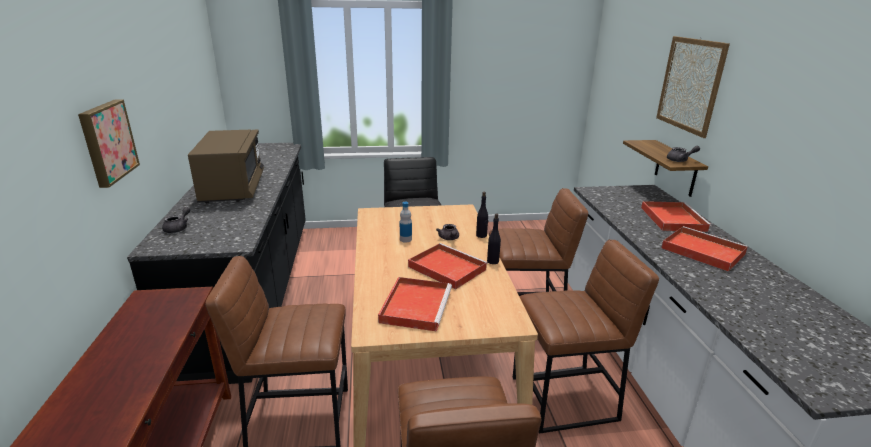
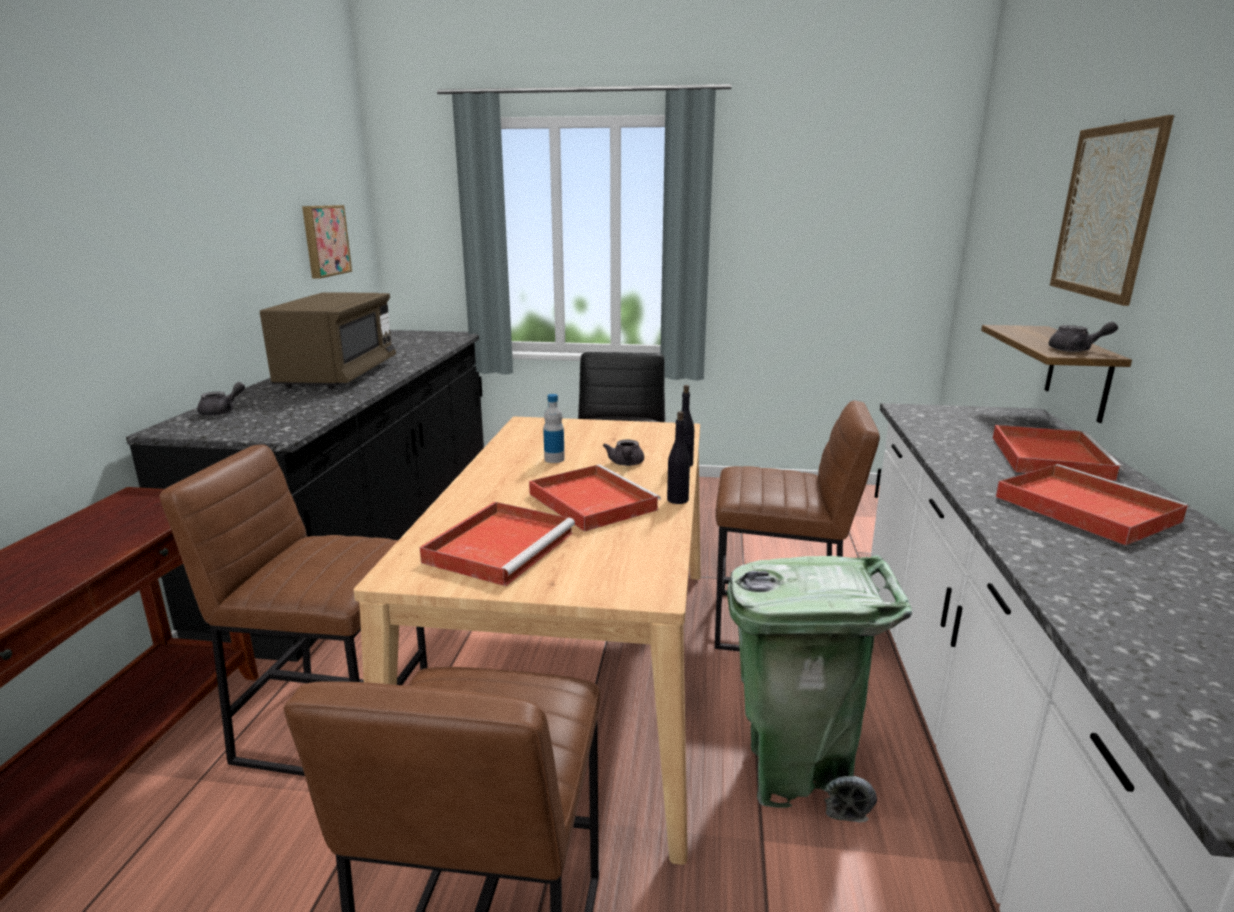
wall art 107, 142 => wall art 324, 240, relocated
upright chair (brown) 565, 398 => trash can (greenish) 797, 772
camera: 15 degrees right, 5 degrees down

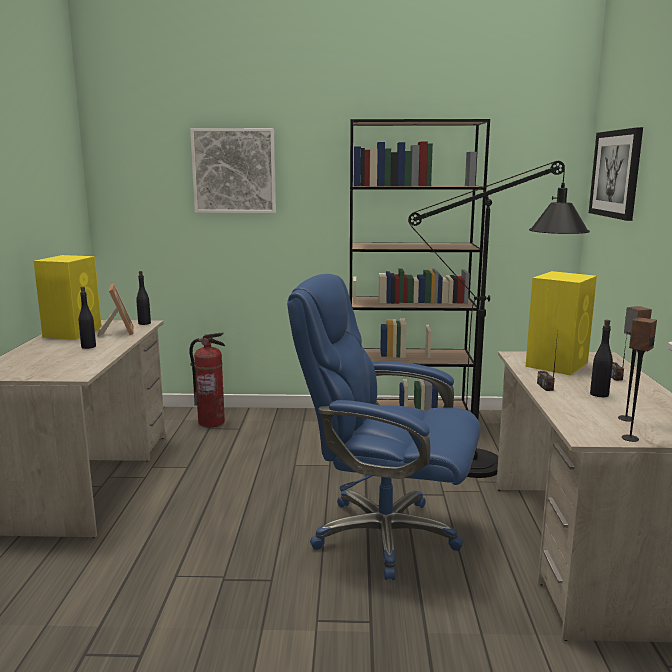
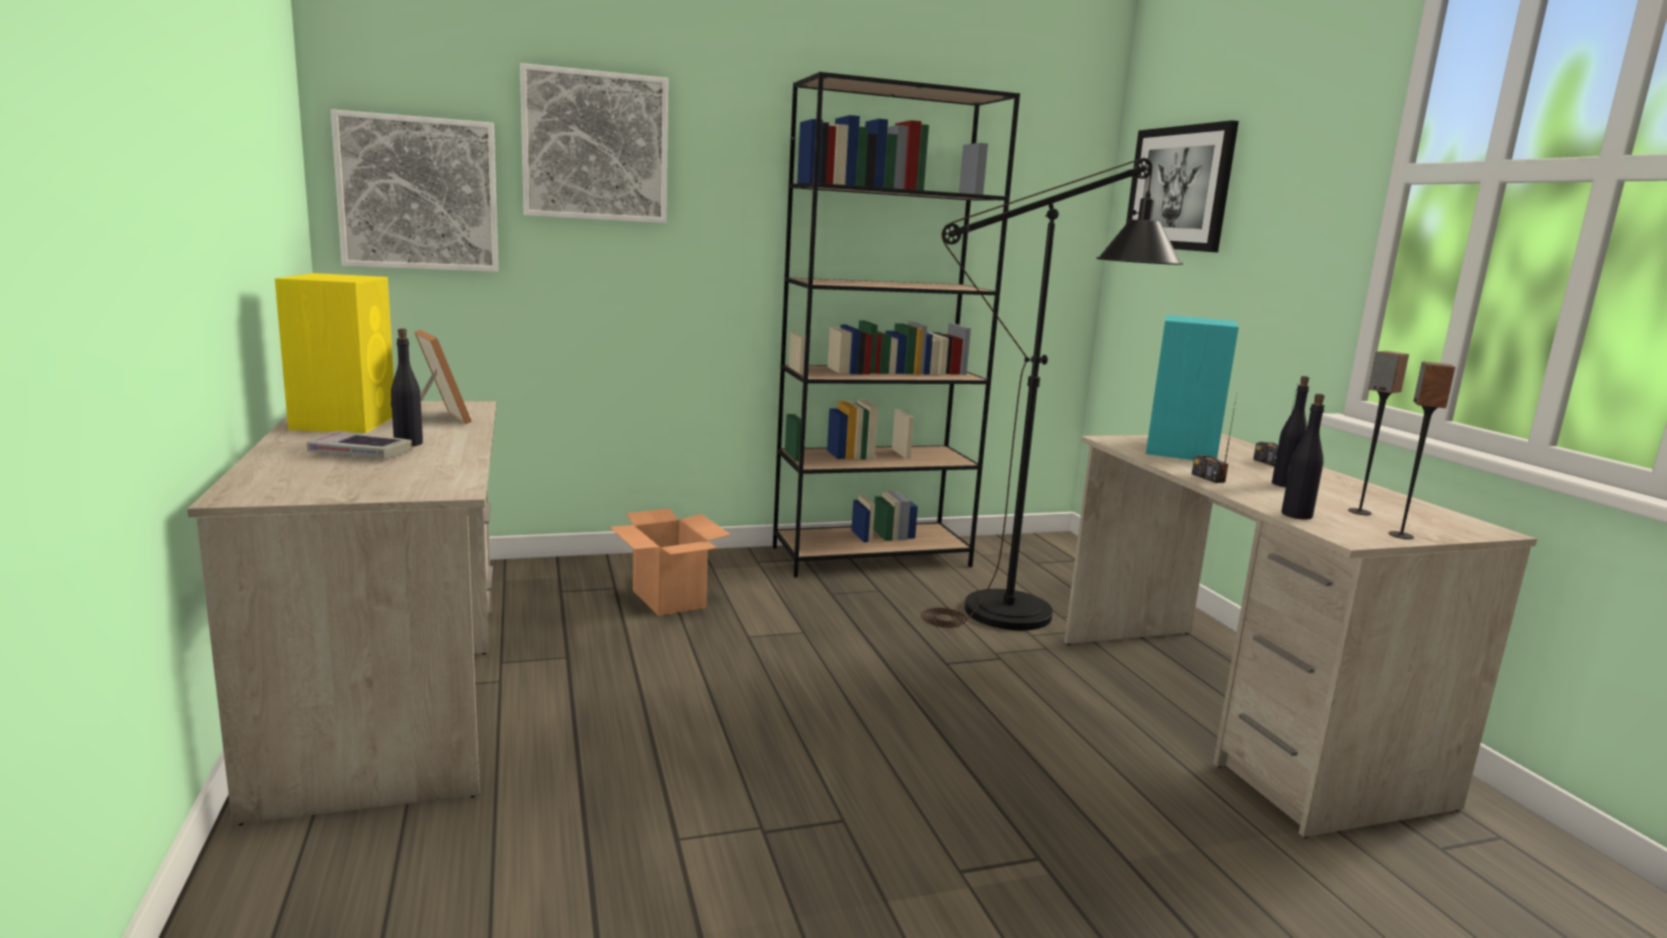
fire-fighting cylinder 211, 422 => nothing
computer chair (bluish) 388, 536 => nothing
nothing => volume 360, 453
nothing => wall art 419, 194
nothing => cardboard box 669, 599
drink bottle (black-coloured) 144, 323 => drink bottle (black-coloured) 1296, 515, relocated
loudspeaker (yellow-coloured) 557, 364 => loudspeaker (turquoise-coloured) 1180, 450
camera: 20 degrees left, 0 degrees up

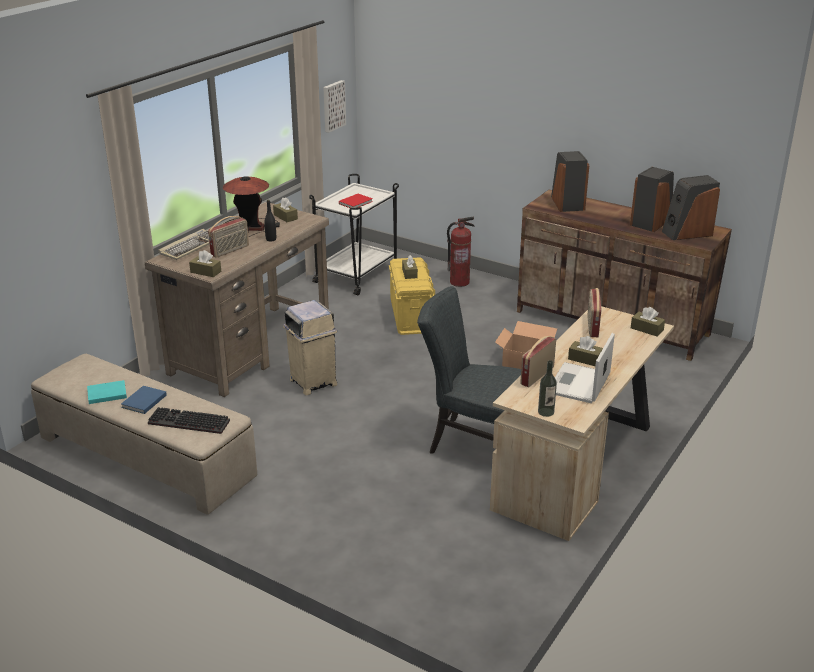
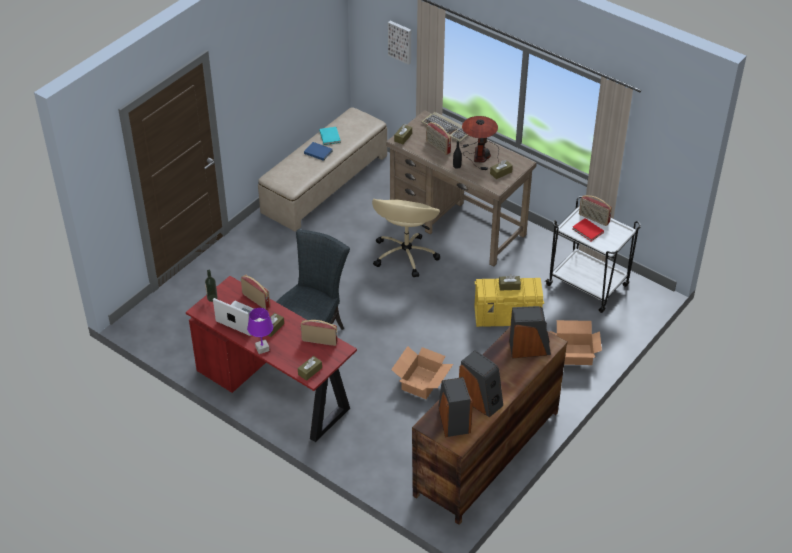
keyboard 187, 423 => nothing
nothing => table lamp (purple) 262, 349
nothing => radio receiver 593, 219
wall art 333, 106 => wall art 400, 41, relocated
trash can (sand-coloured) 313, 382 => computer chair (sand-coloured) 405, 257
fire-fighting cylinder 459, 282 => cardboard box 574, 355
desk (sand-coloured) 579, 464 => desk (reddish) 275, 390
camera: 95 degrees right, 15 degrees up

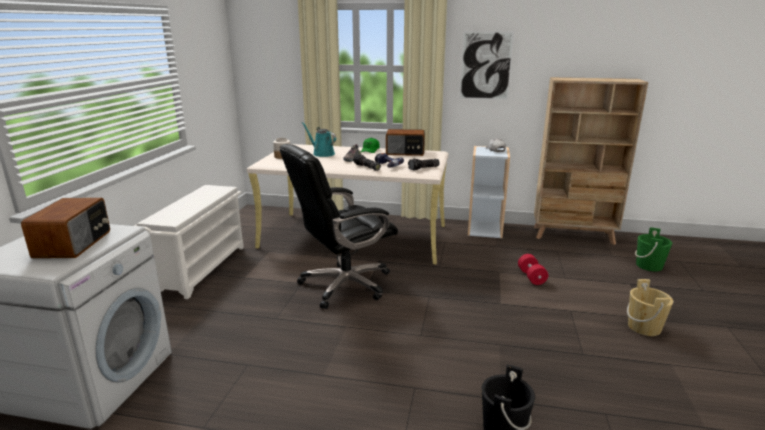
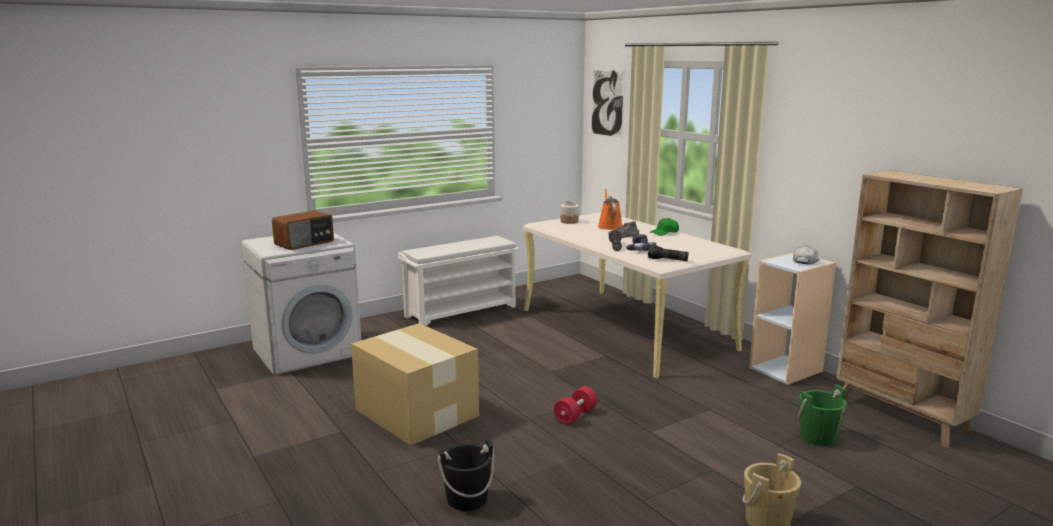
computer chair (black-coloured) 344, 285 => nothing
radio receiver 405, 152 => nothing
nothing => cardboard box 416, 412
wall art 485, 65 => wall art 607, 102, relocated
dumbbell (reddish) 531, 277 => dumbbell (reddish) 575, 415, relocated
water bucket (greenish) 649, 266 => water bucket (greenish) 818, 437, relocated
watering can (turquoise-coloured) 322, 154 => watering can (orange-coloured) 609, 226
camera: 45 degrees right, 5 degrees down

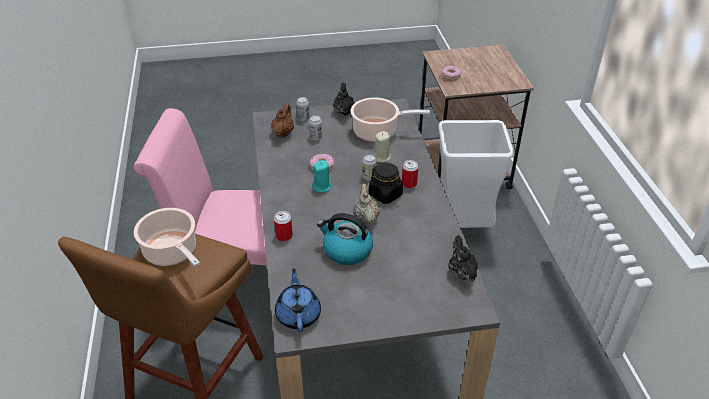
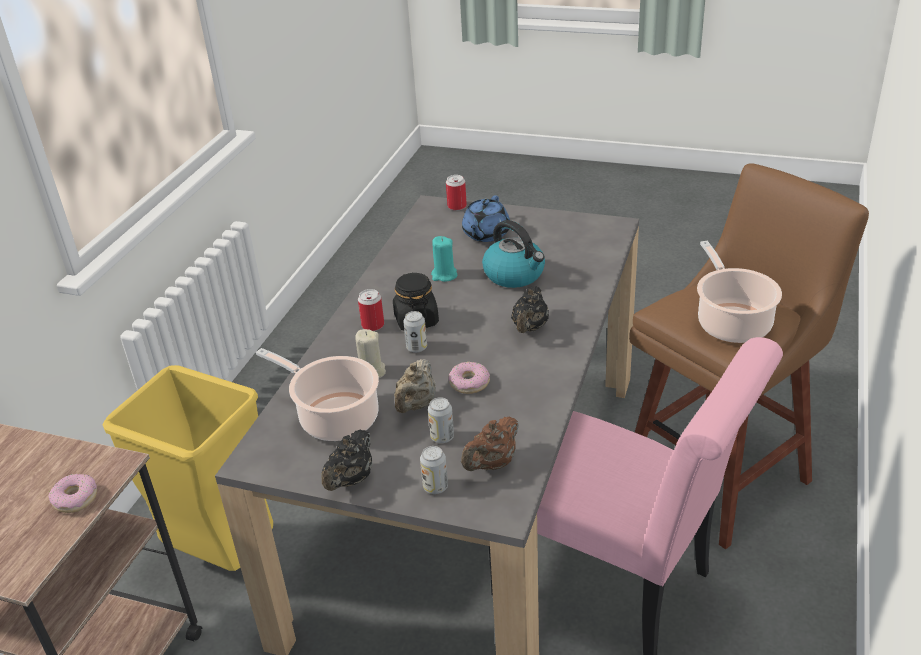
metal can 284, 236 => metal can 457, 206, relocated
tea pot (bluish) 298, 314 => tea pot (bluish) 485, 234, relocated
candle (turquoise-coloured) 322, 187 => candle (turquoise-coloured) 444, 275, relocated
tea pot (sand-coloured) 365, 218 => tea pot (sand-coloured) 416, 405, relocated
tea pot (black-coloured) 461, 272 => tea pot (black-coloured) 529, 328, relocated
trash can (white-coloured) 461, 228 => trash can (yellow-coloured) 224, 556
camera: 150 degrees left, 5 degrees down

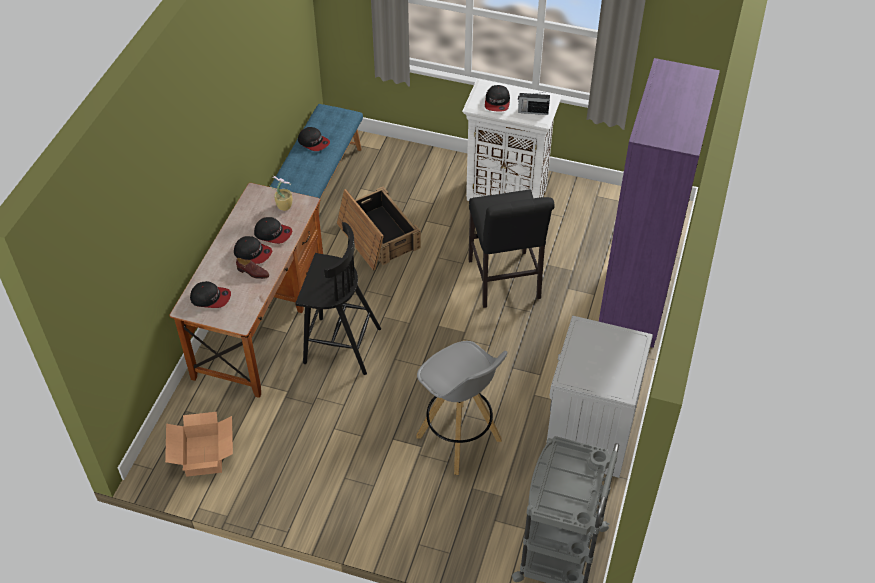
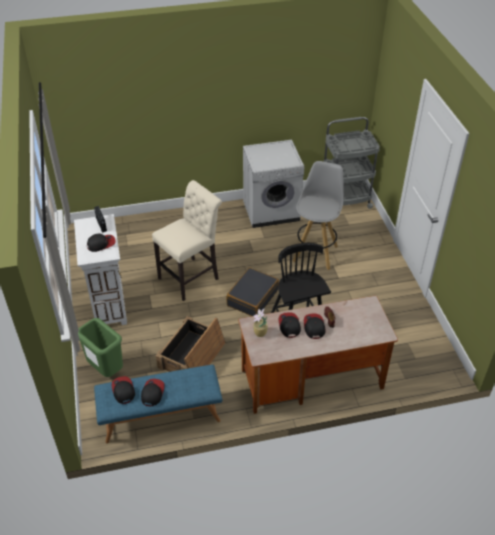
cardboard box 204, 454 => nothing
bookcase (purple) 635, 300 => nothing
nothing => trash can (greenish) 105, 370
nothing => piece of luggage (black-coloured) 252, 297
peaked cap 211, 298 => peaked cap 123, 390, relocated
stool seat (black-coloured) 504, 283 => stool seat (sand-coloured) 191, 277
camera: 120 degrees left, 5 degrees down

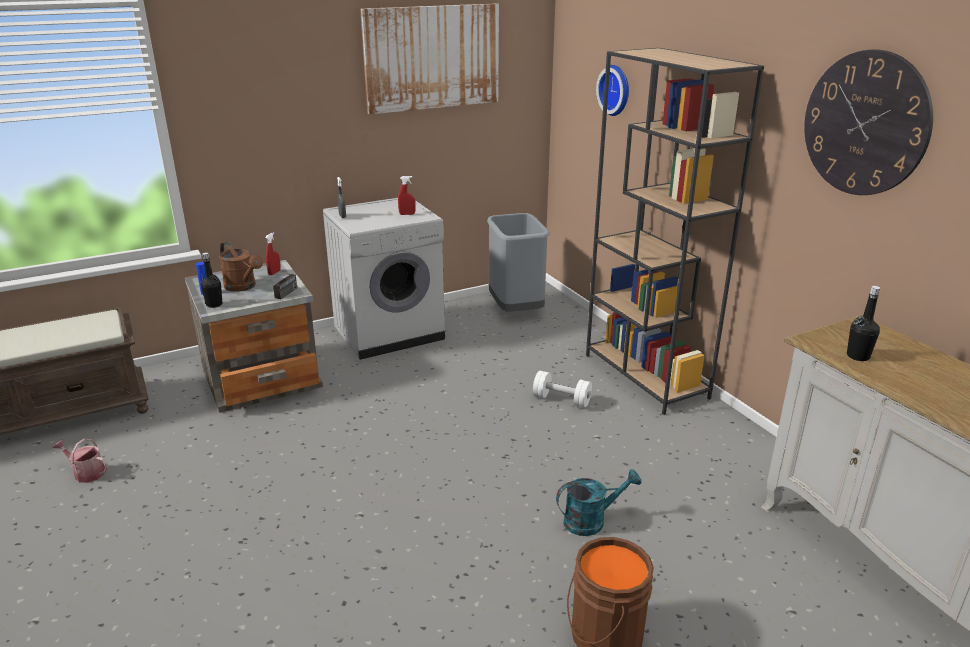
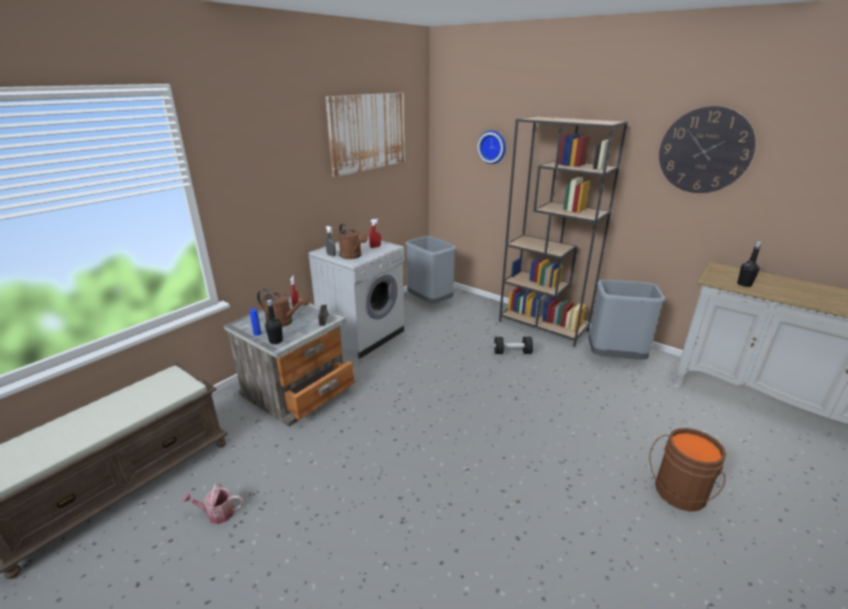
watering can (turquoise-coloured) 591, 520 => nothing
nothing => watering can (brown) 353, 256
nothing => trash can (gray) 615, 357
dumbbell (white-coloured) 561, 399 => dumbbell (black-coloured) 512, 352
camera: 25 degrees left, 0 degrees up

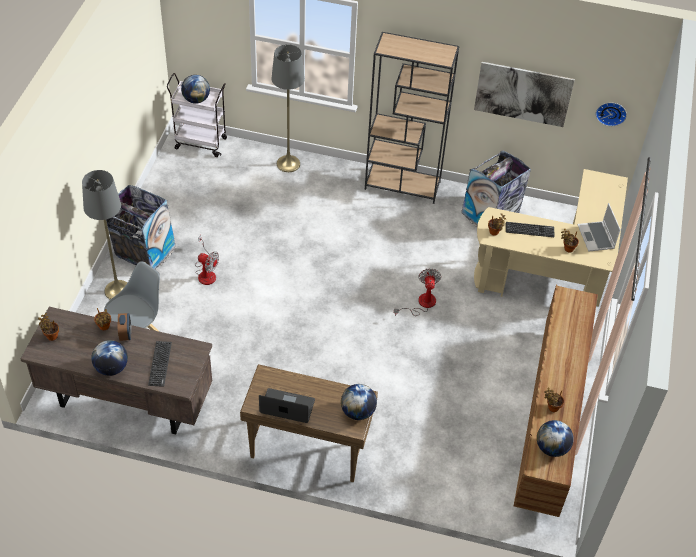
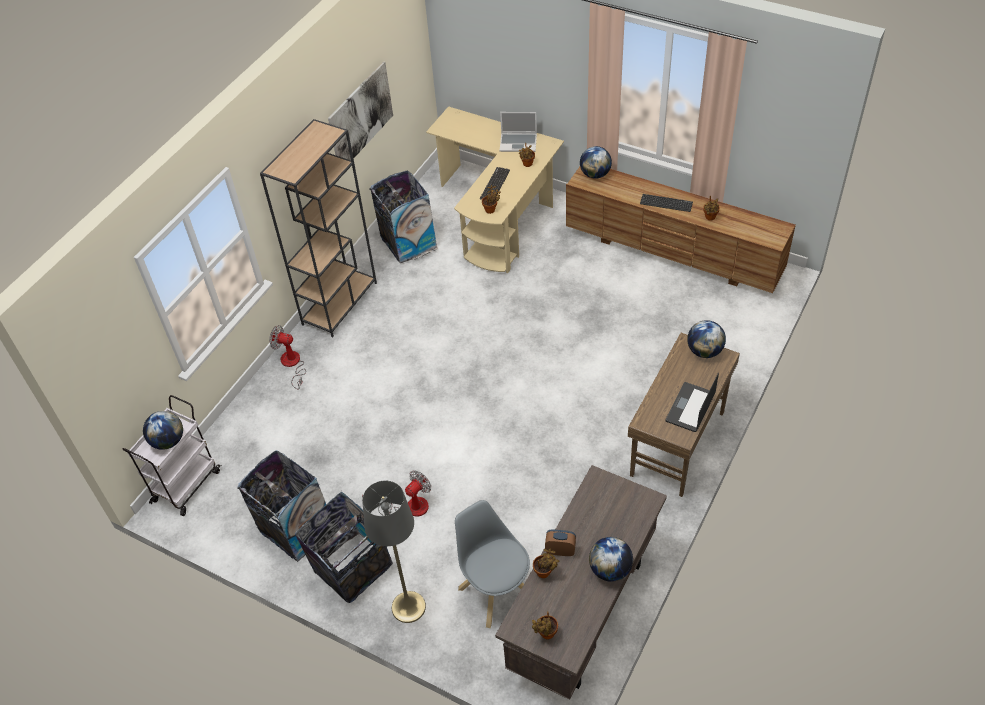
floor lamp (gray) 288, 163 => nothing
clock on the wall 611, 112 => nothing
nothing => trash can 295, 529
keyboard 160, 364 => keyboard 666, 203, relocated
cooling fan 421, 304 => cooling fan 292, 364, relocated
globe 552, 448 => globe 595, 174, relocated
camera: 70 degrees left, 0 degrees up

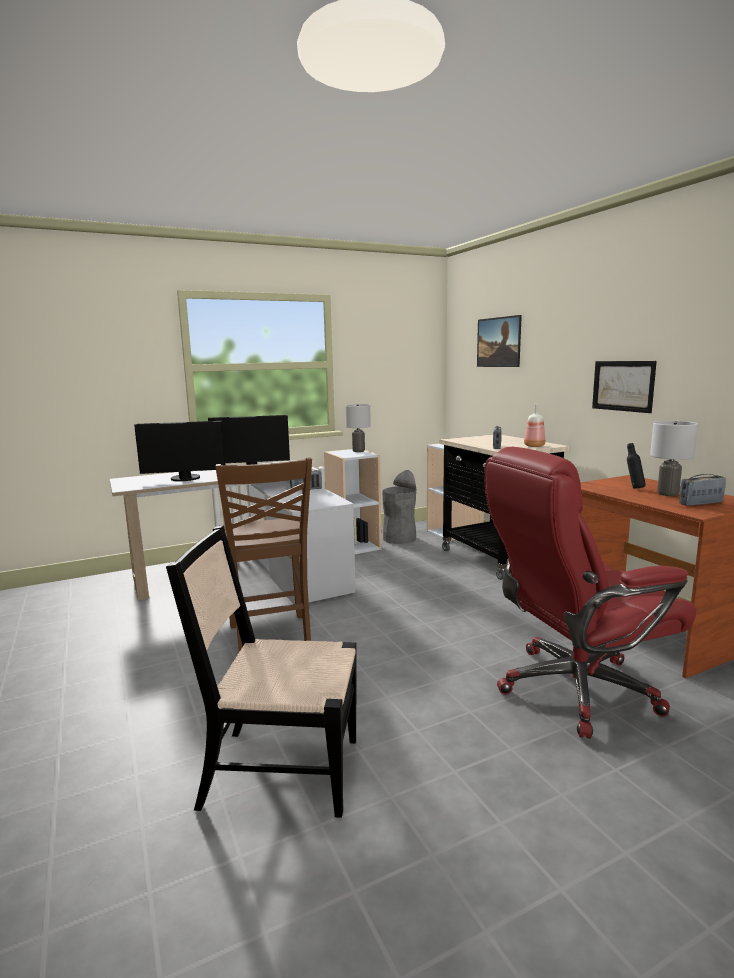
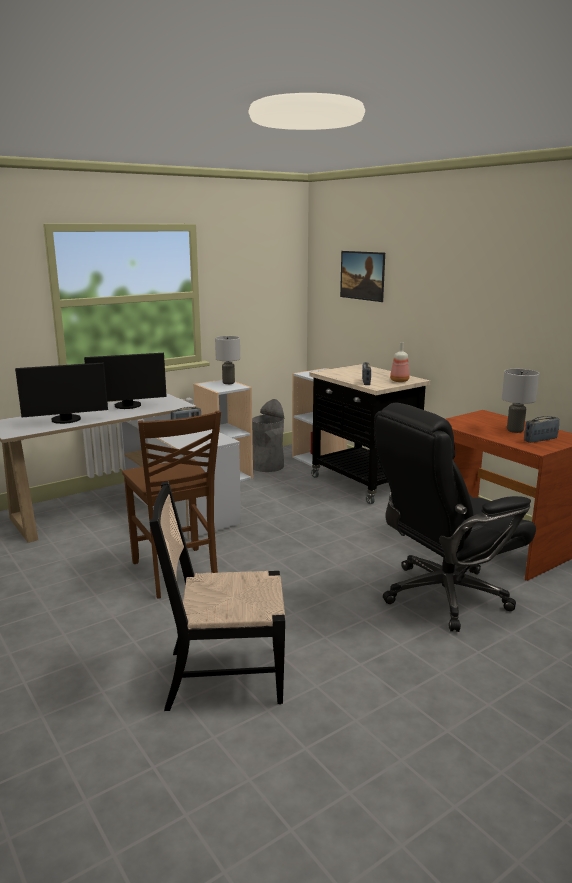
wall art 623, 386 => nothing
drink bottle (black-coloured) 633, 488 => nothing
computer chair (reddish) 576, 689 => computer chair (black-coloured) 445, 595
camera: 10 degrees left, 5 degrees up

